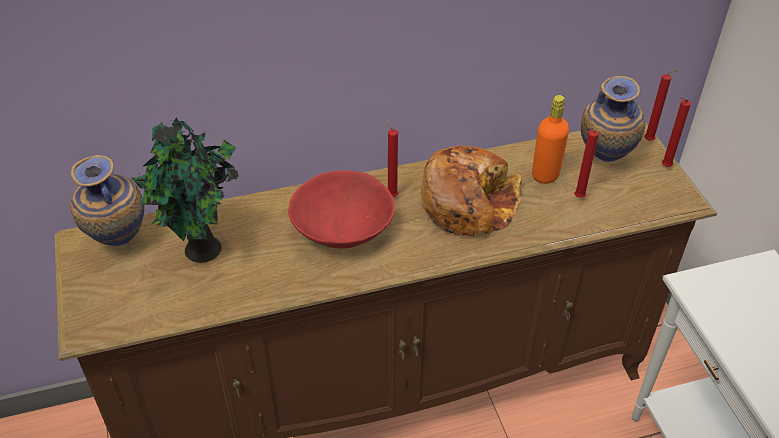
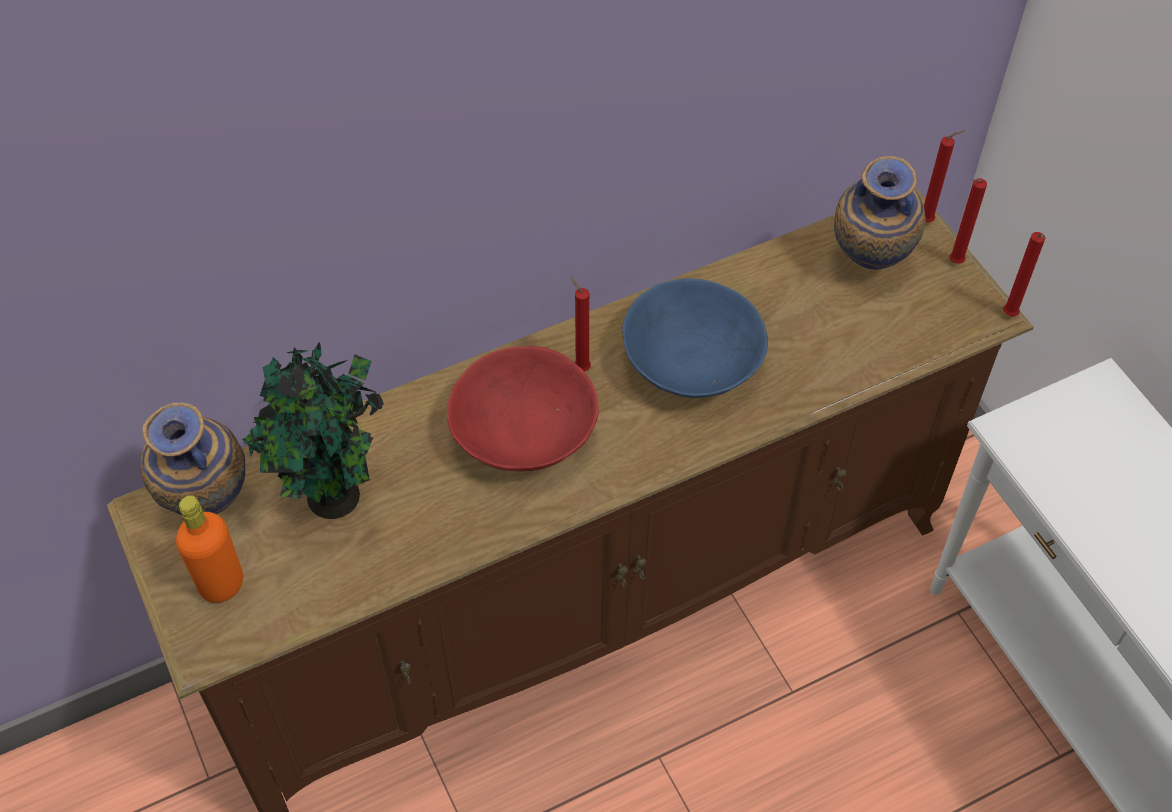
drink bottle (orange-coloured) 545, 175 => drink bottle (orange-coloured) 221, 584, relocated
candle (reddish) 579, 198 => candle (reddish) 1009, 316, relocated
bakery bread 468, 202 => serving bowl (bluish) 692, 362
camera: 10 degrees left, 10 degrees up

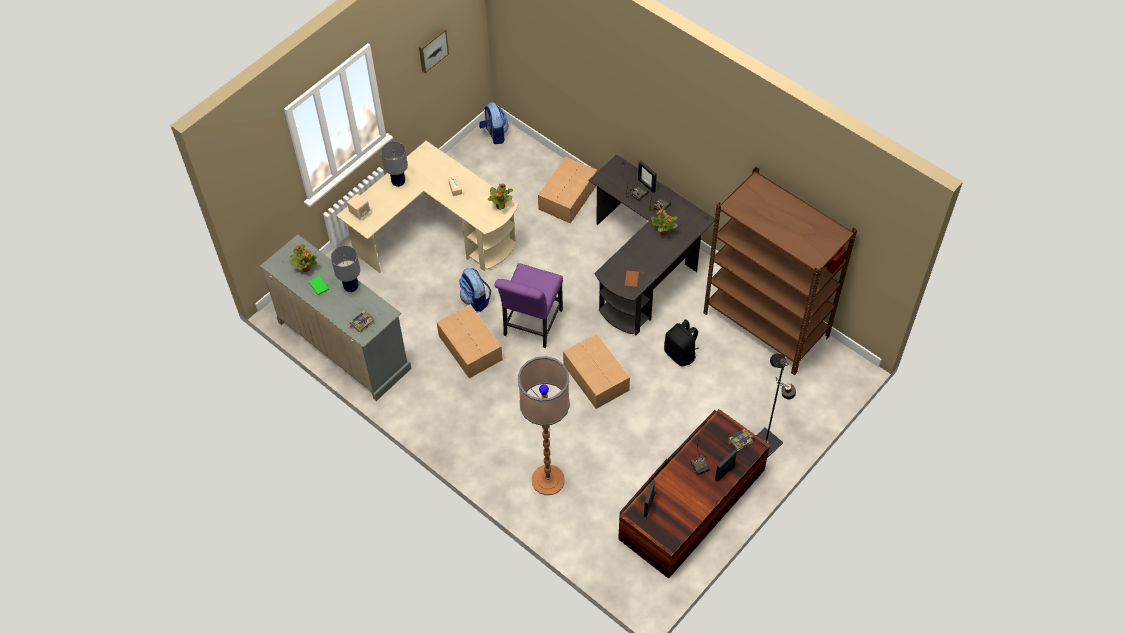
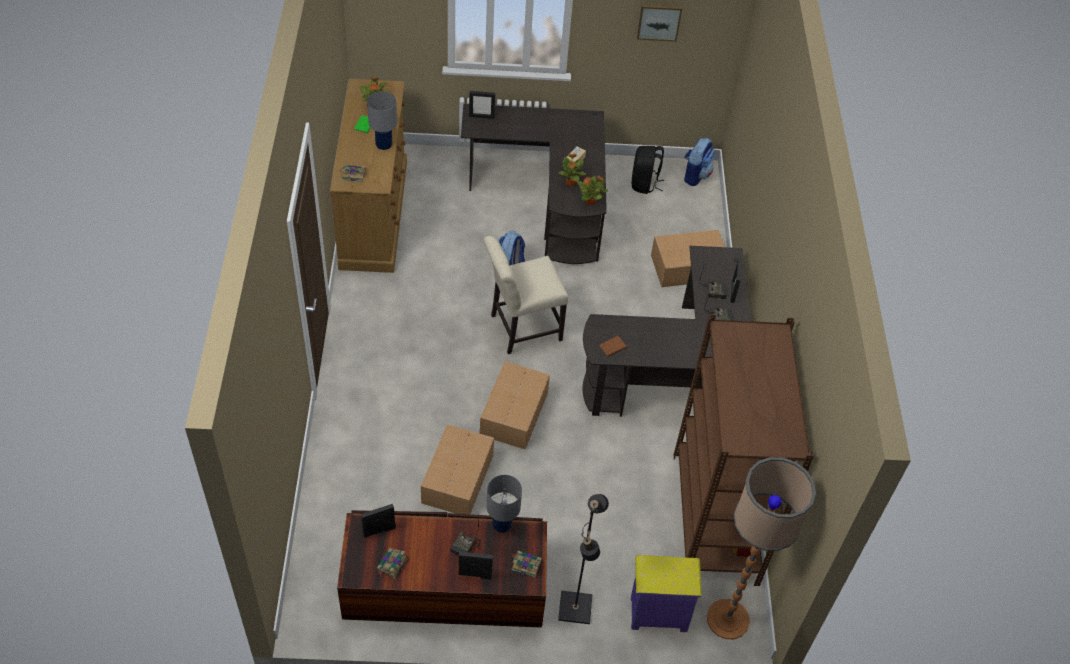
nothing => volume 391, 565
nothing => nightstand 656, 612
table lamp (gray) 398, 182 => table lamp (gray) 502, 526, relocated
cardboard box 470, 348 => cardboard box 456, 479, relocated
floor lamp 548, 480 => floor lamp 728, 619, relocated
plant in a pot 664, 232 => plant in a pot 570, 183, relocated
rucksack (black-coloured) 681, 354 => rucksack (black-coloured) 644, 184, relocated
loudspeaker (sand-coloured) 360, 213 => picture frame 481, 116
drawer chest (gray) 344, 344 => drawer chest (brown) 374, 213
desk (sand-coloured) 435, 234 => desk (black-coloured) 547, 202
upright chair (purple) 531, 326 => upright chair (sand-coloured) 521, 328
camera: 45 degrees right, 5 degrees down

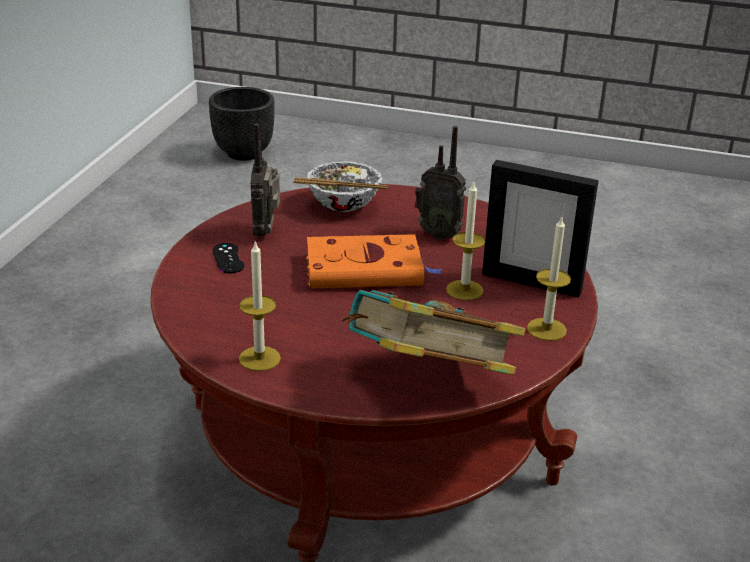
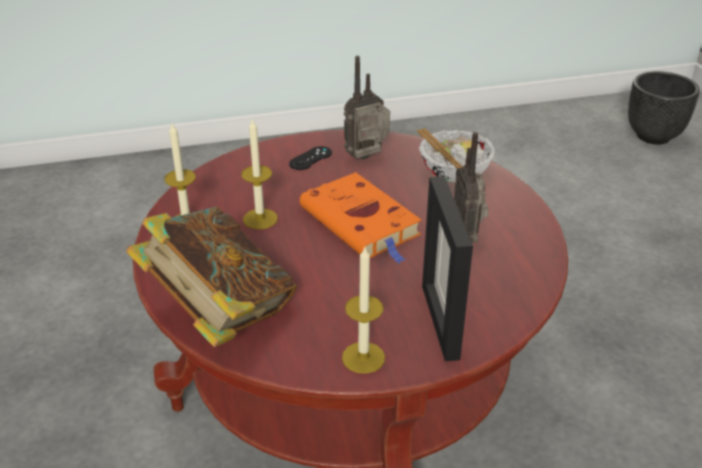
candle 464, 290 => candle 260, 219, relocated
camera: 60 degrees right, 5 degrees up

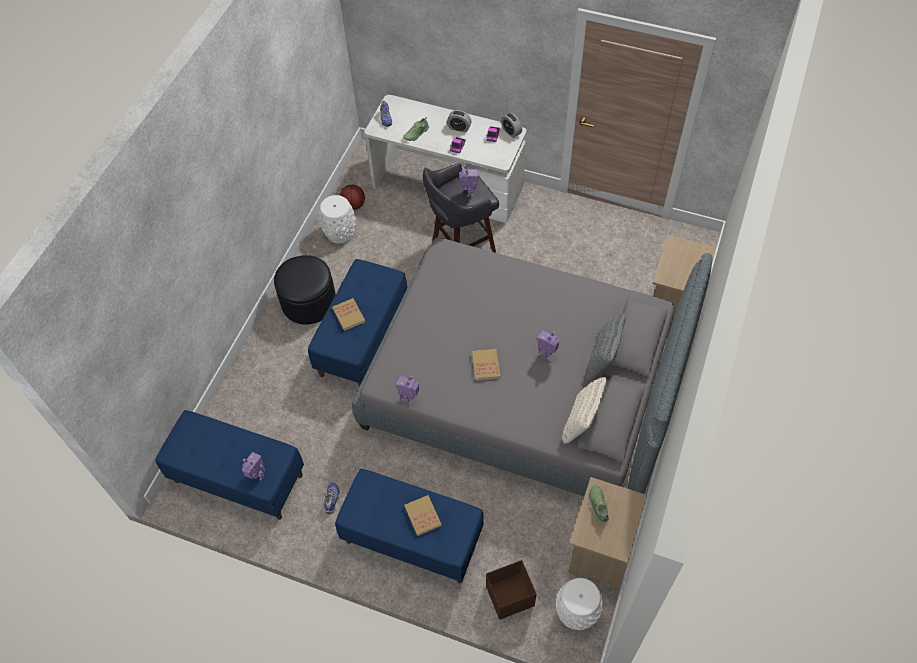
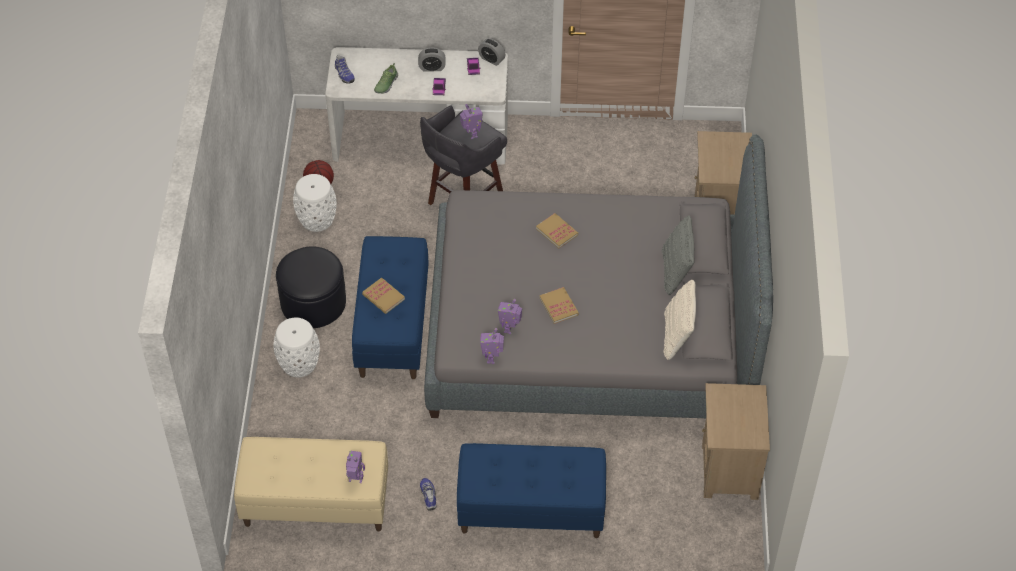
storage container (brown) 509, 596 => nothing
shoe 598, 505 => nothing
volume 423, 516 => volume 557, 232, relocated
robot figure 546, 354 => robot figure 510, 328, relocated
stool seat (white-coloured) 576, 612 => stool seat (white-coloured) 299, 363, relocated
long seat (bluish) 238, 478 => long seat (sand-coloured) 315, 503
camera: 20 degrees left, 5 degrees down

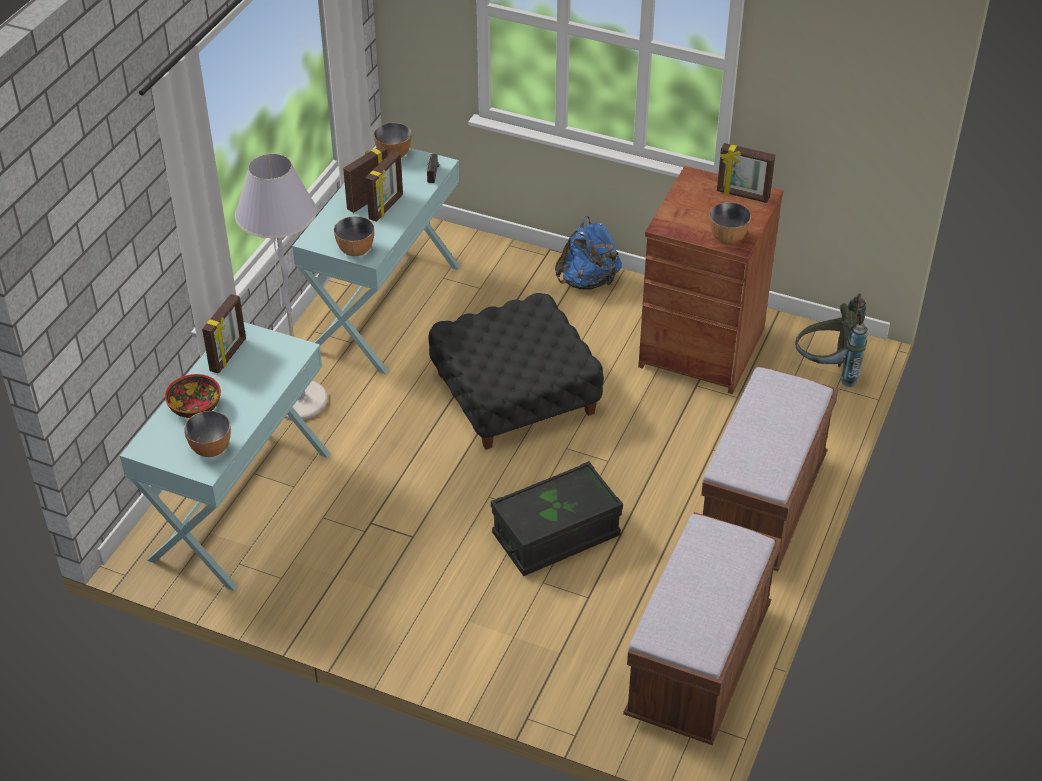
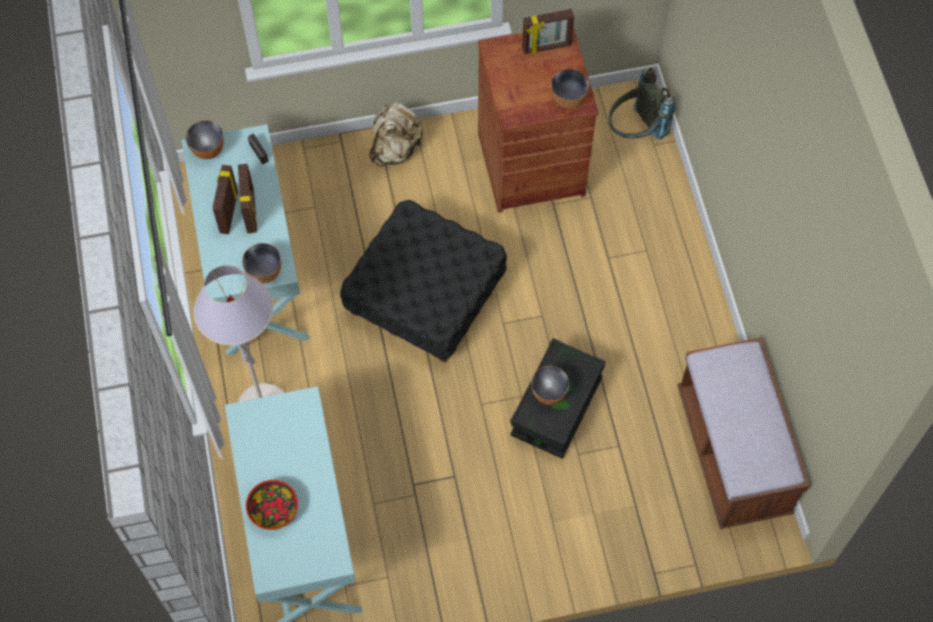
picture frame 229, 355 => nothing
long seat (brown) 762, 505 => nothing
serving bowl 211, 449 => serving bowl 549, 393, relocated
rucksack (bluish) 588, 281 => rucksack (sand-coloured) 395, 149
camera: 35 degrees left, 20 degrees up

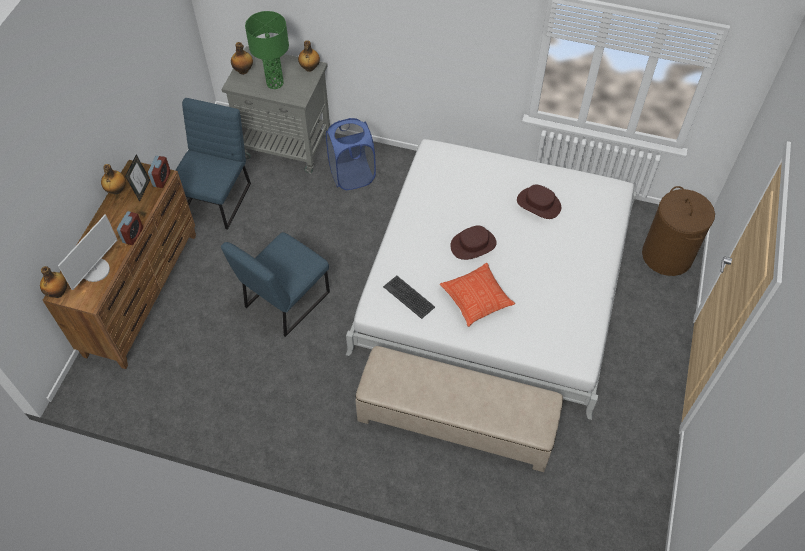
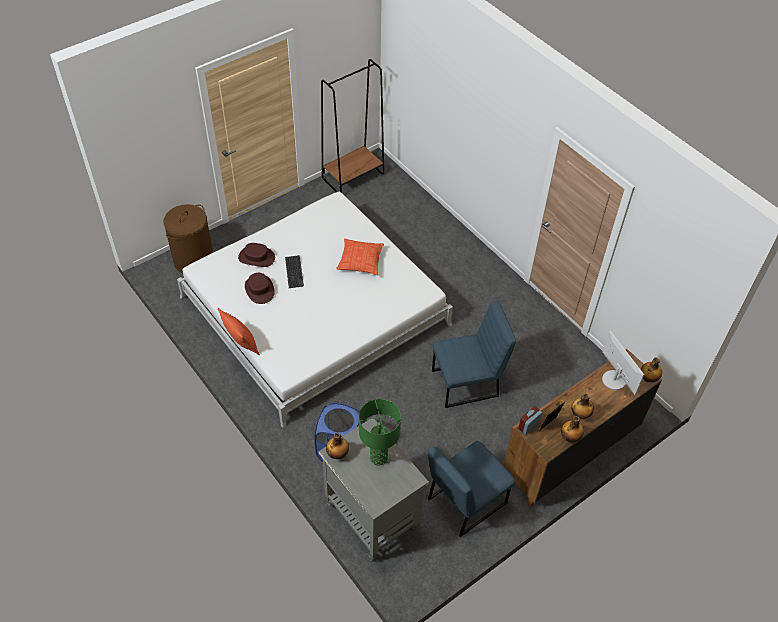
bedside clock 133, 235 => nothing
long seat (sand-coloured) 457, 419 => nothing
nothing => throw pillow (orange-coloured) 241, 344
nothing => clothes rack 353, 177
drink bottle 243, 71 => drink bottle 580, 414, relocated
keyboard 409, 297 => keyboard 293, 272, relocated
wearable hat (brown) 473, 245 => wearable hat (brown) 256, 257, relocated
computer display 96, 270 => computer display 614, 380, 90 degrees clockwise
camera: 145 degrees left, 5 degrees down

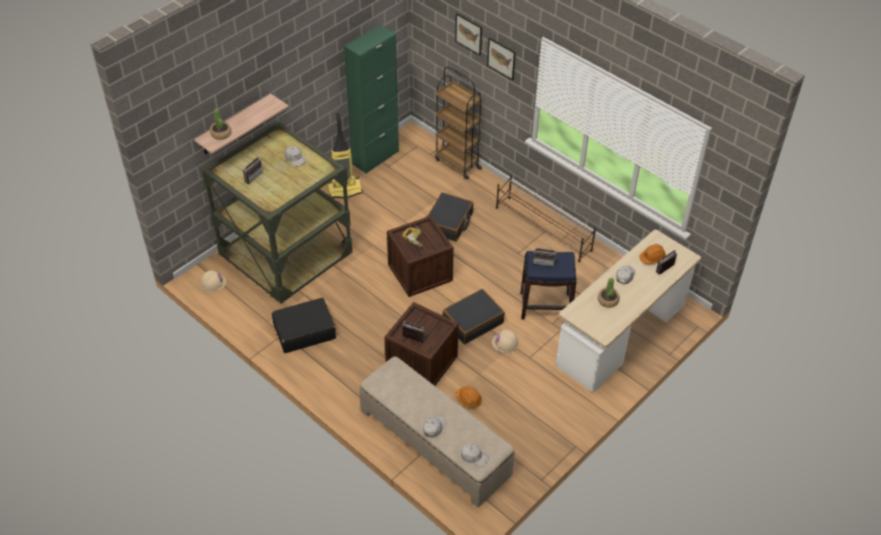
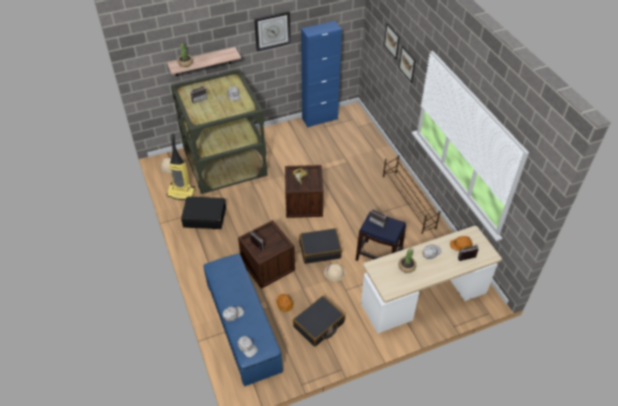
wheeled cart (brown) 457, 164 => nothing
nothing => clock on the wall 272, 30
vacuum cleaner 345, 189 => vacuum cleaner 181, 193, relocated
piece of luggage (black-coloured) 449, 222 => piece of luggage (black-coloured) 319, 325, relocated
cupboard (greenish) 375, 157 => cupboard (bluish) 319, 119
long seat (sand-coloured) 434, 442 => long seat (bluish) 242, 325
camera: 25 degrees right, 0 degrees up

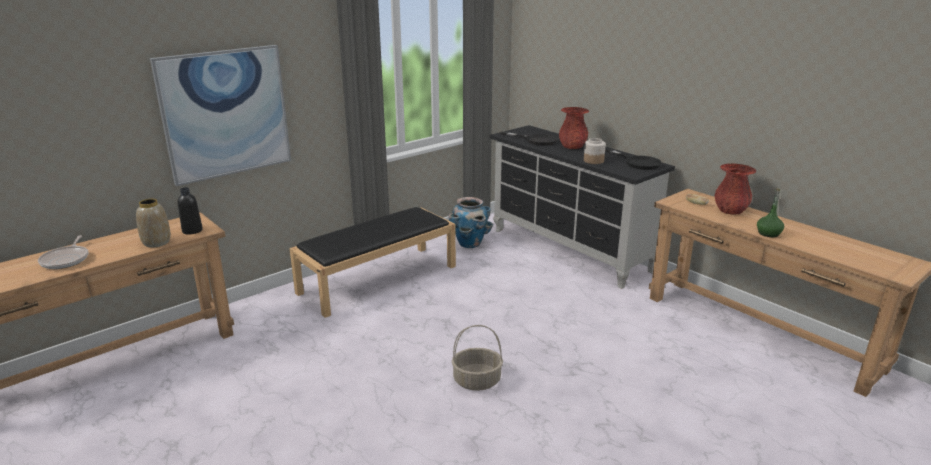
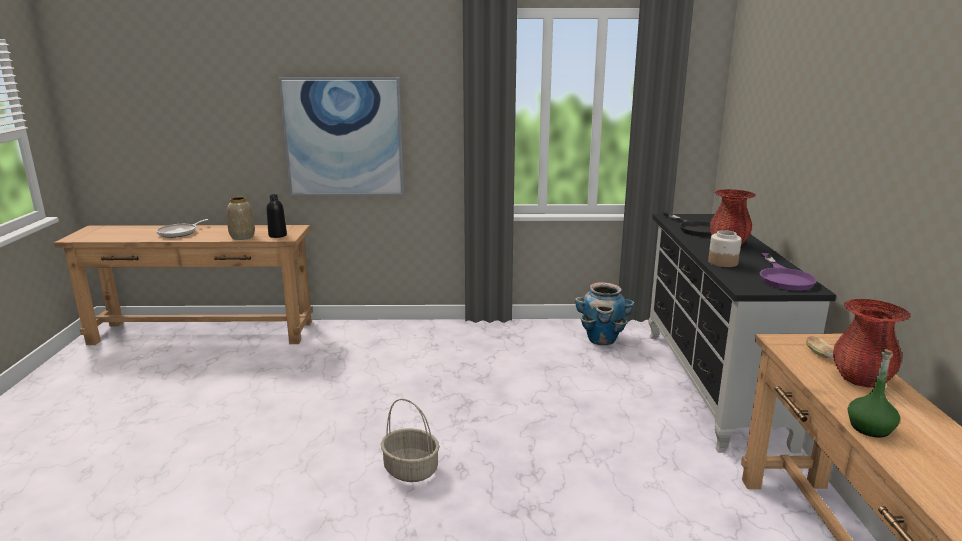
long seat (black-coloured) 379, 279 => nothing
pan (black-coloured) 637, 162 => pan (purple) 783, 278
camera: 40 degrees right, 5 degrees down

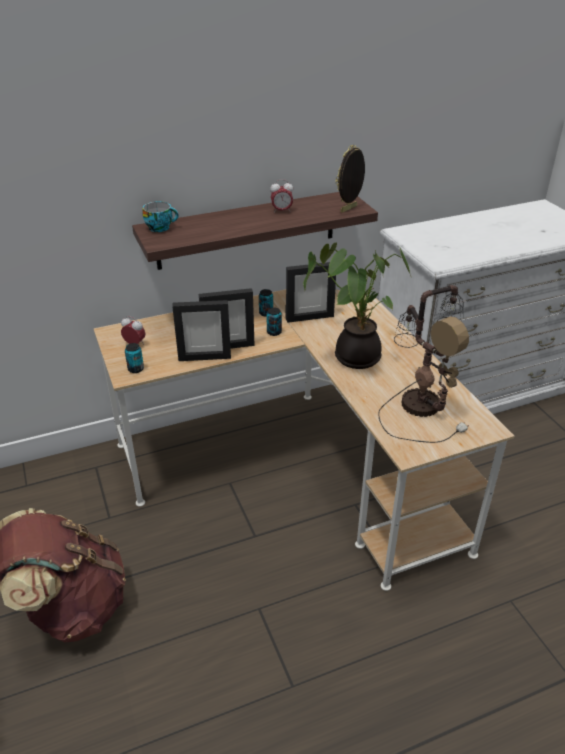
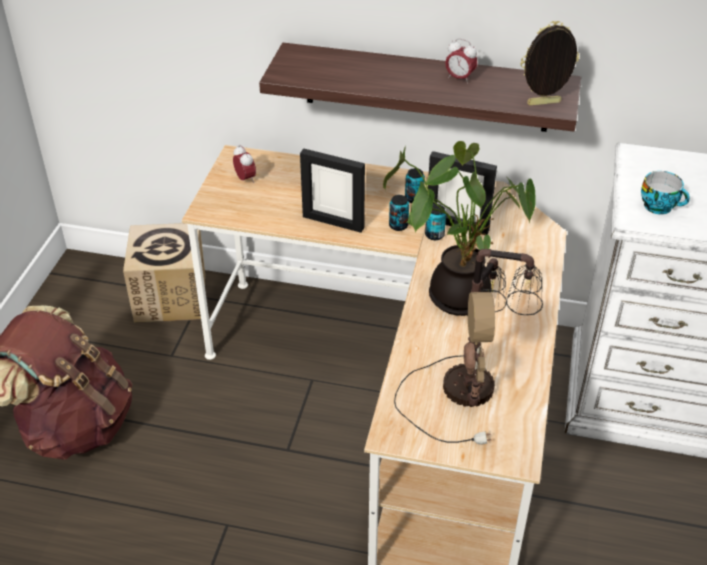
picture frame 204, 357 => nothing
nothing => cardboard box 171, 297
metal can 136, 369 => metal can 434, 235, relocated
small cup 160, 227 => small cup 660, 206, relocated
camera: 35 degrees right, 5 degrees up

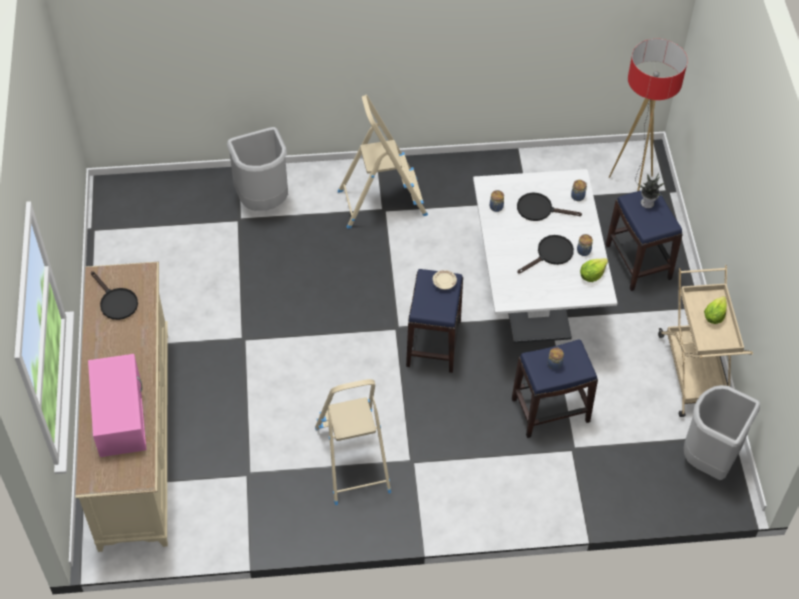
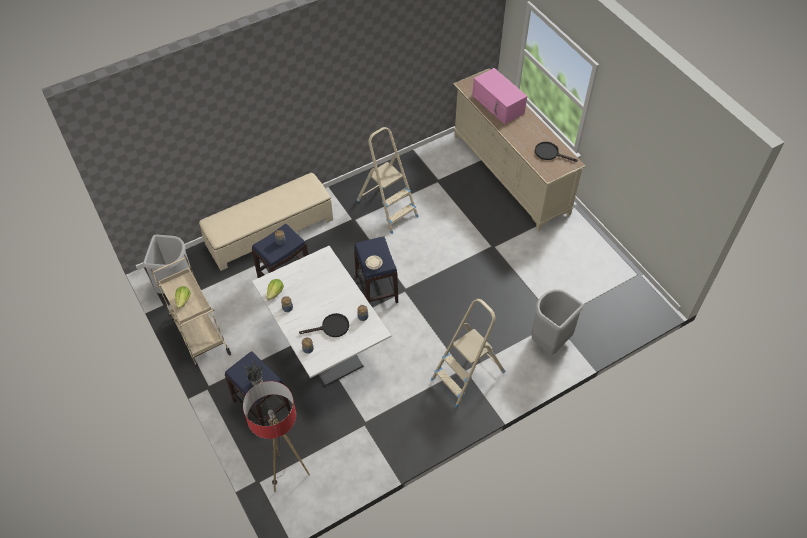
pan (black-coloured) 551, 254 => nothing
nothing => long seat (sand-coloured) 270, 231
camera: 155 degrees right, 0 degrees up

